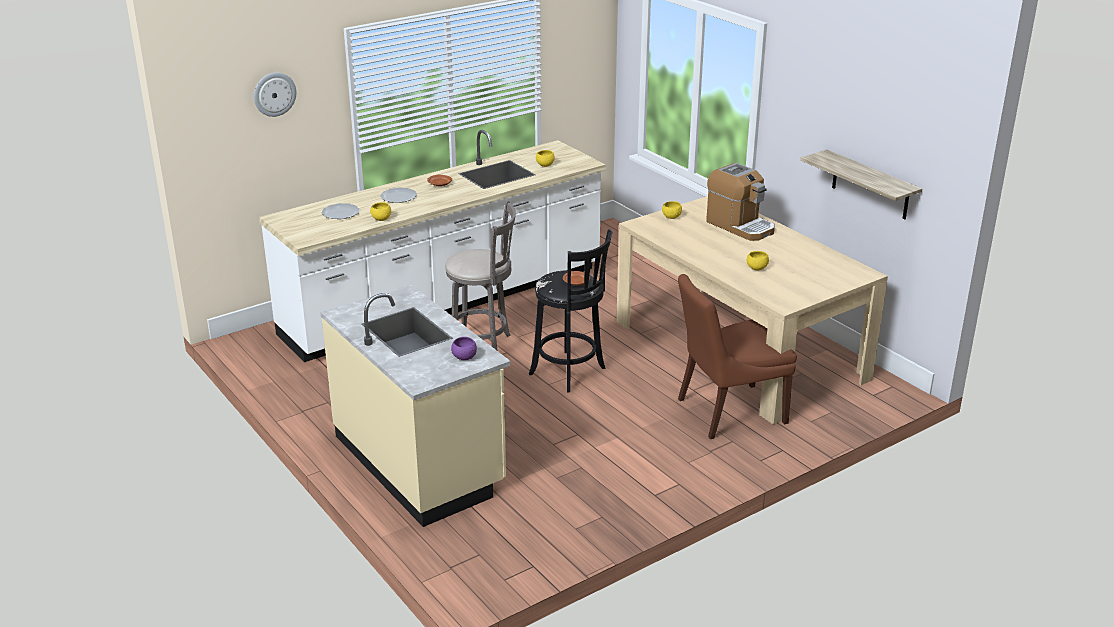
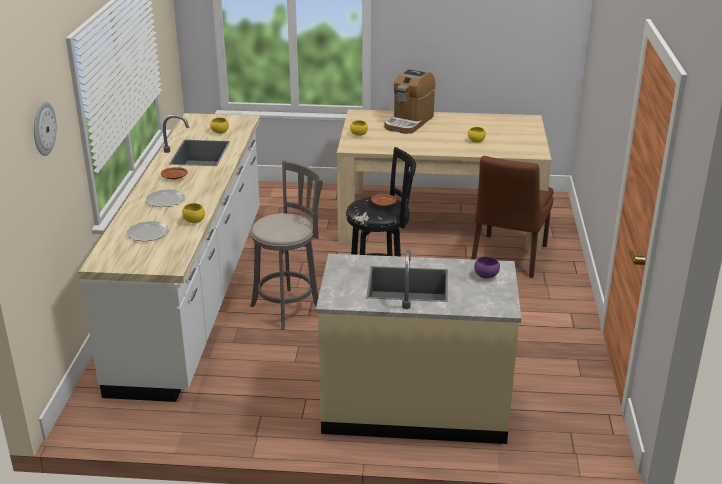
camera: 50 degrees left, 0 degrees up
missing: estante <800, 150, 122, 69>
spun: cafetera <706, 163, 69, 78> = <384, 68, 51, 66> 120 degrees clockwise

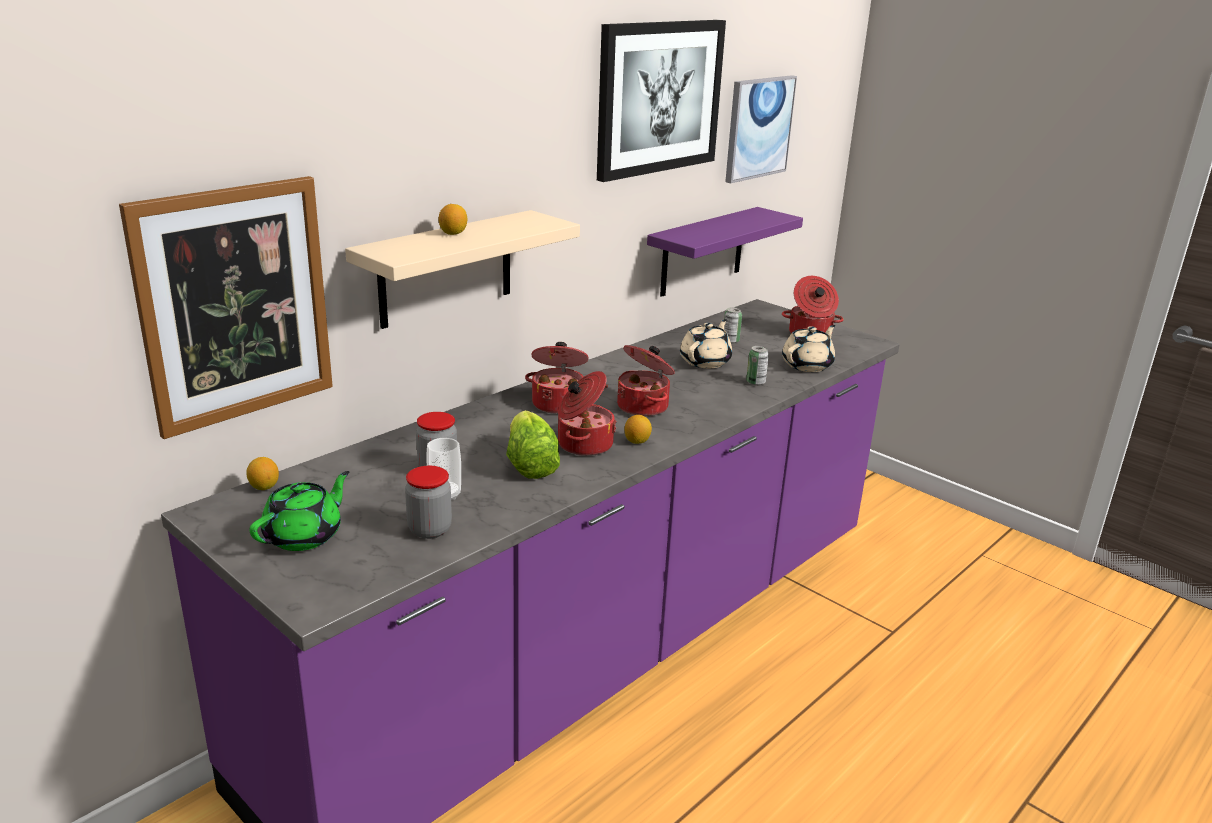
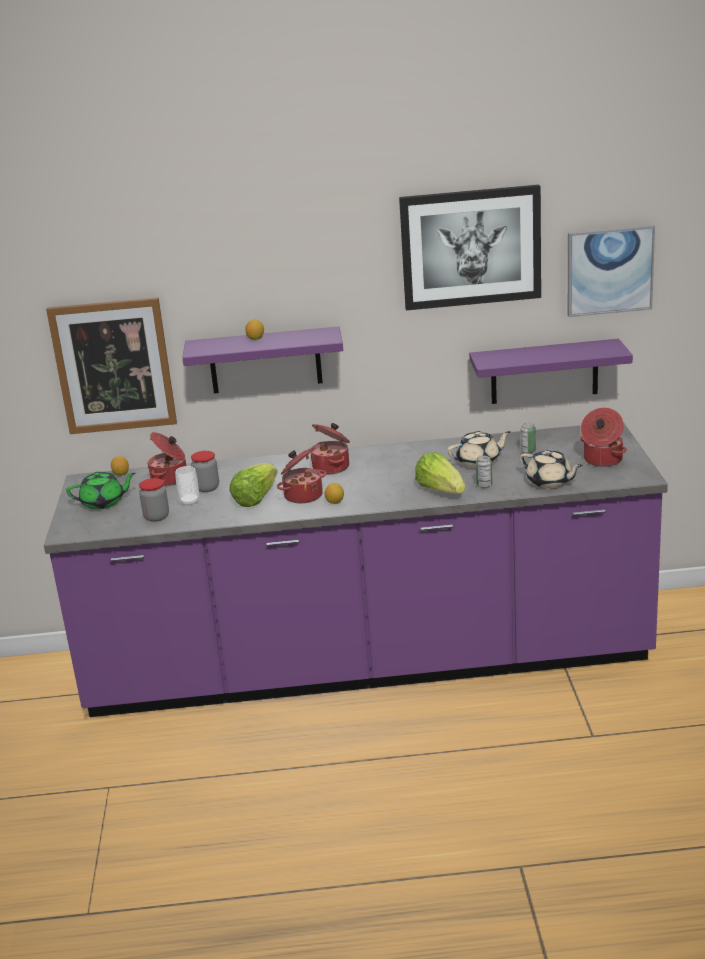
camera: 45 degrees right, 0 degrees up
appeared: lechuga <415, 452, 50, 42>
relocated: olla <617, 345, 58, 72> to <147, 432, 39, 54>
colour: estante/beis <345, 210, 235, 119> to estante/morado <182, 326, 161, 67>
spun: tetera/beis <782, 325, 53, 47> = <520, 449, 63, 40> 45 degrees clockwise

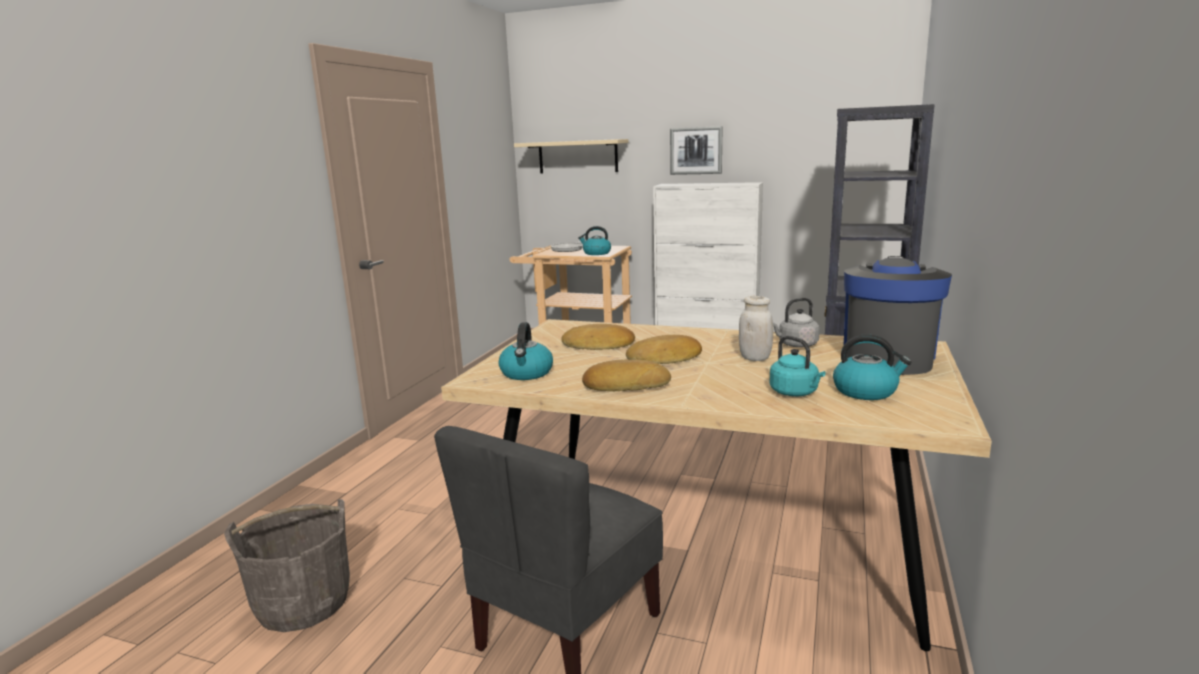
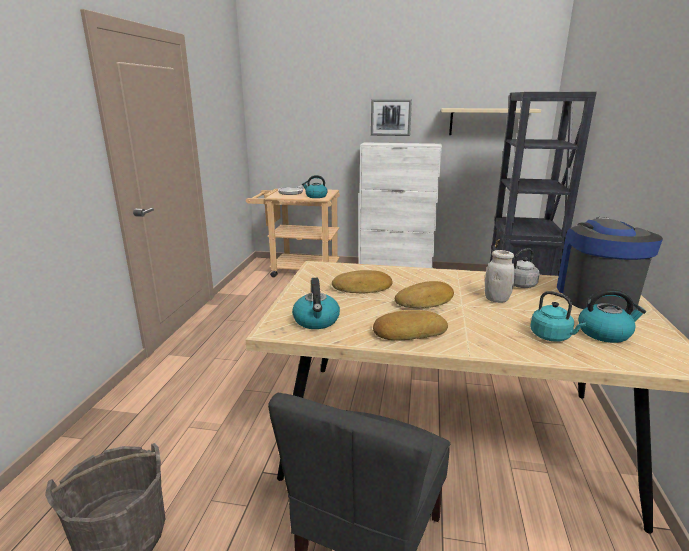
camera: 10 degrees left, 5 degrees up
relocated: estante/beis <514, 139, 115, 35> to <441, 108, 100, 27>

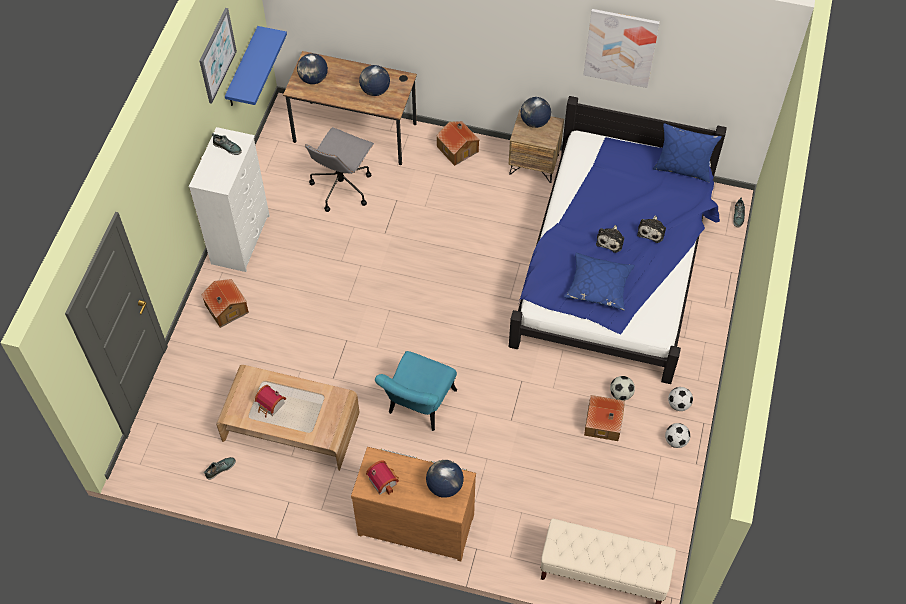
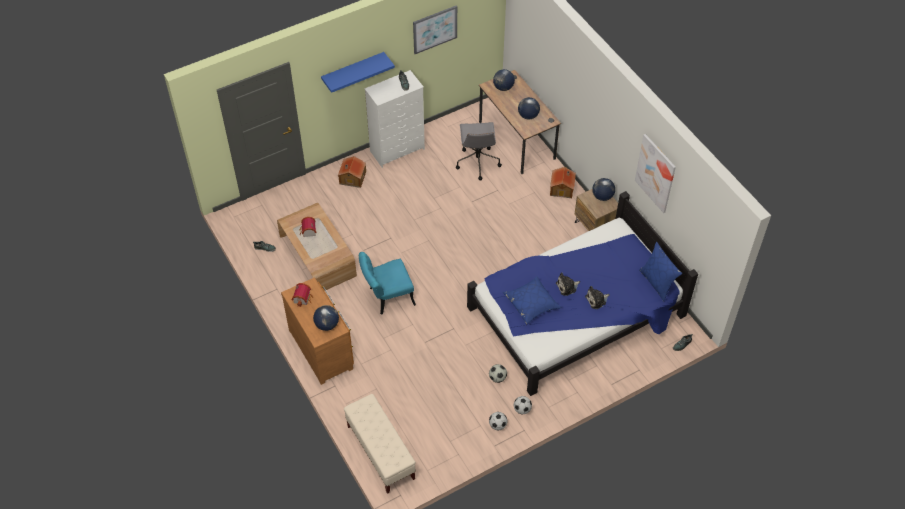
camera: 45 degrees right, 5 degrees down
missing: casita <584, 395, 41, 46>
relocated: estante/azul <225, 26, 62, 80> to <321, 52, 74, 41>
spun: silla de oficina/gris <305, 127, 69, 85> = <456, 122, 46, 58> 75 degrees counterclockwise

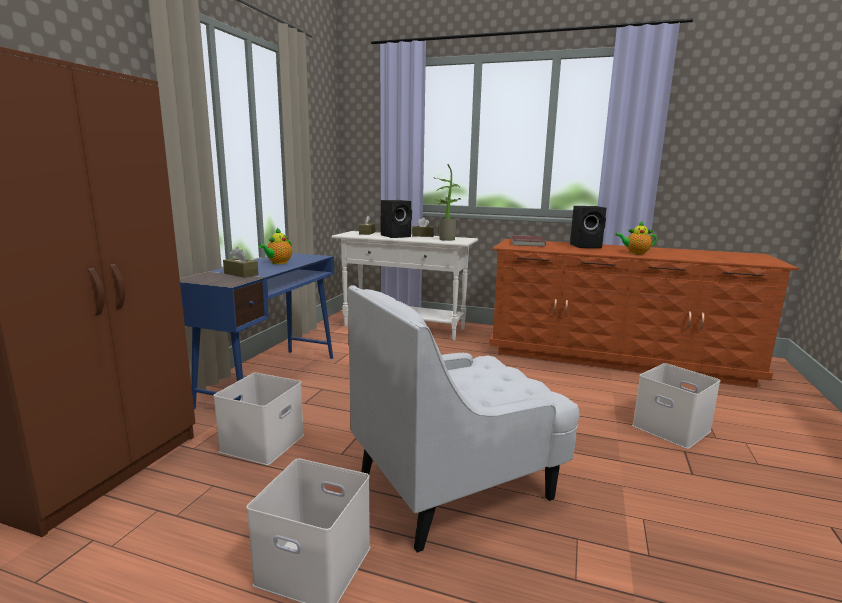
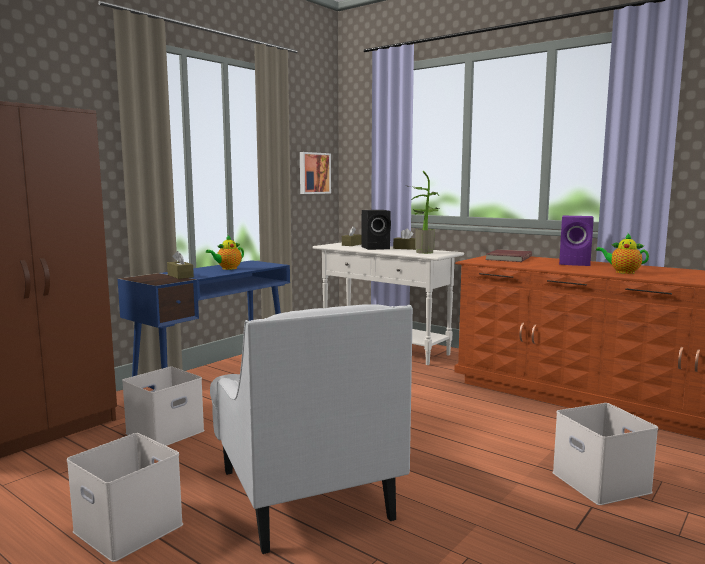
camera: 20 degrees right, 5 degrees down
appeared: cuadro <300, 152, 31, 42>
colour: altavoz/negro <570, 206, 36, 42> to altavoz/morado <559, 216, 35, 50>
spun: sillón/blanco <348, 285, 232, 268> = <210, 304, 203, 250> 105 degrees counterclockwise

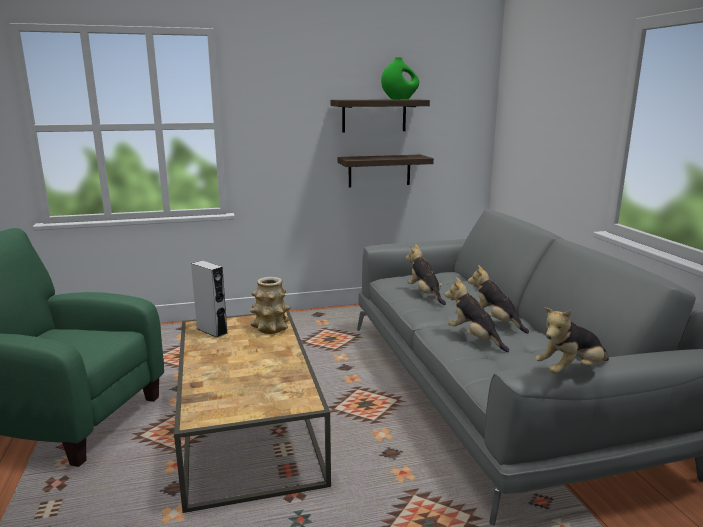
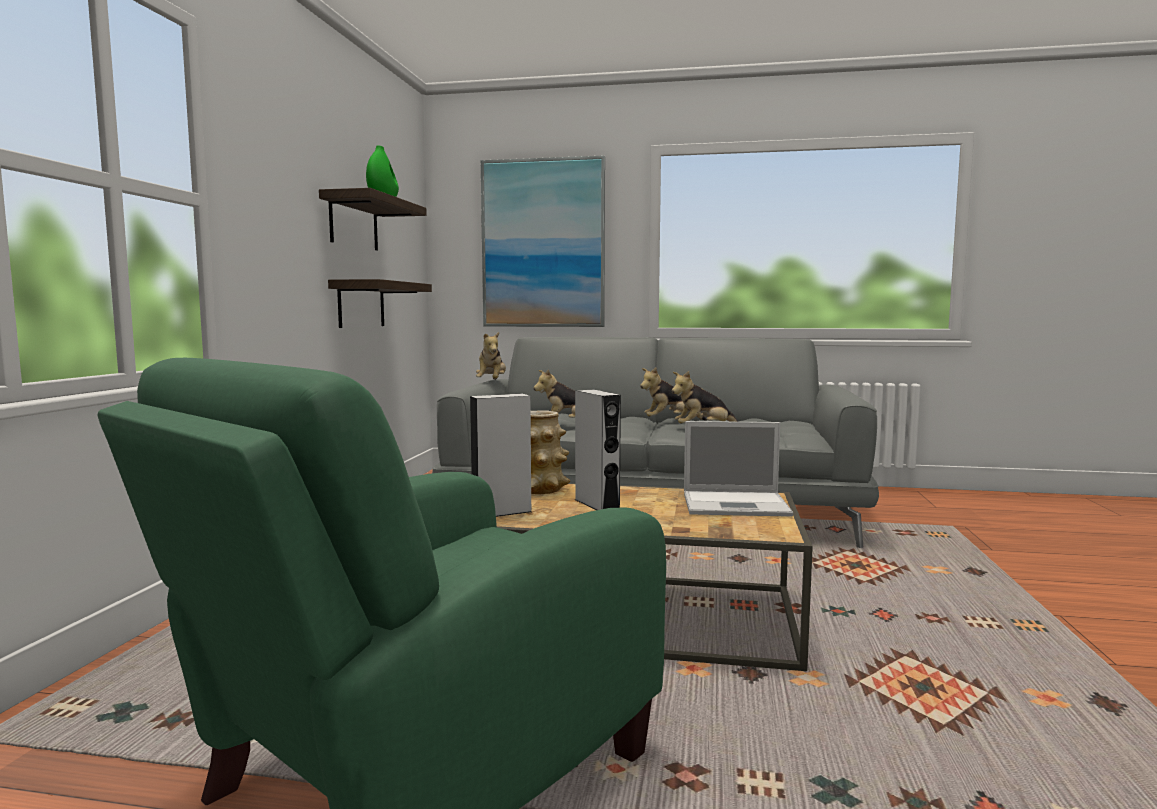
camera: 65 degrees left, 10 degrees down
appeared: cuadro <481, 155, 124, 172>; altavoz/gris <575, 390, 46, 120>; portátil <684, 421, 109, 96>
relocated: peluche <535, 308, 74, 66> to <476, 332, 30, 48>

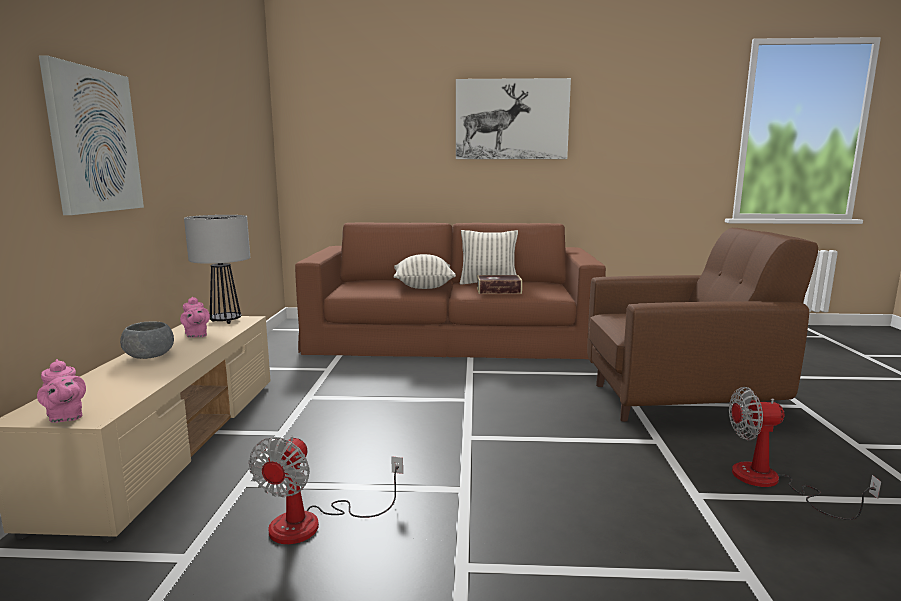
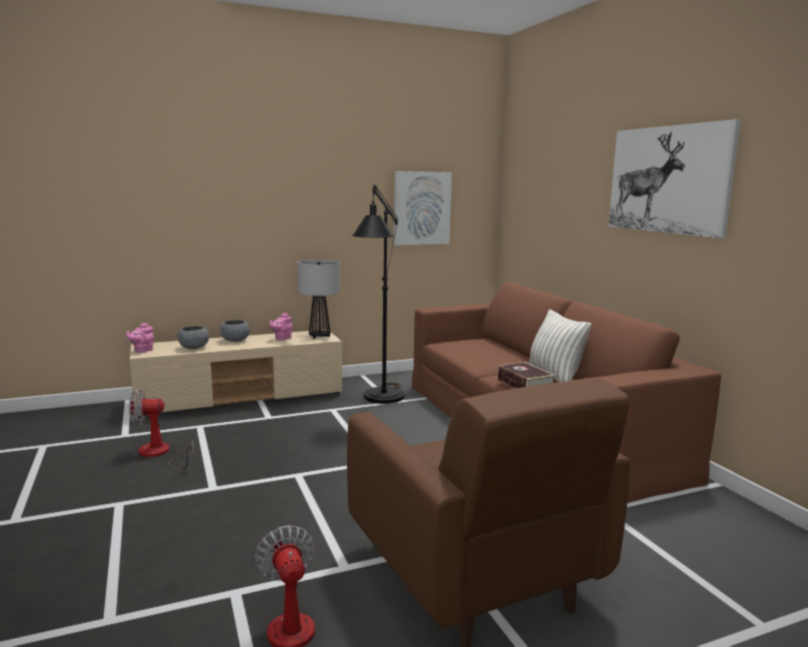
camera: 65 degrees right, 0 degrees up
missing: cojín <394, 254, 62, 35>
appeared: lámpara de pie/negro <352, 185, 52, 219>; cuenco/gris <178, 326, 31, 23>
relocated: cuadro <39, 55, 105, 160> to <394, 171, 58, 74>

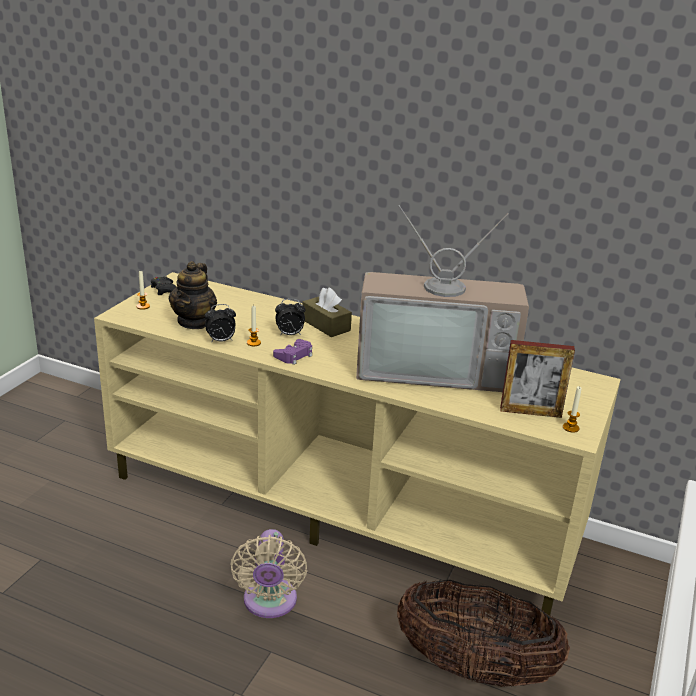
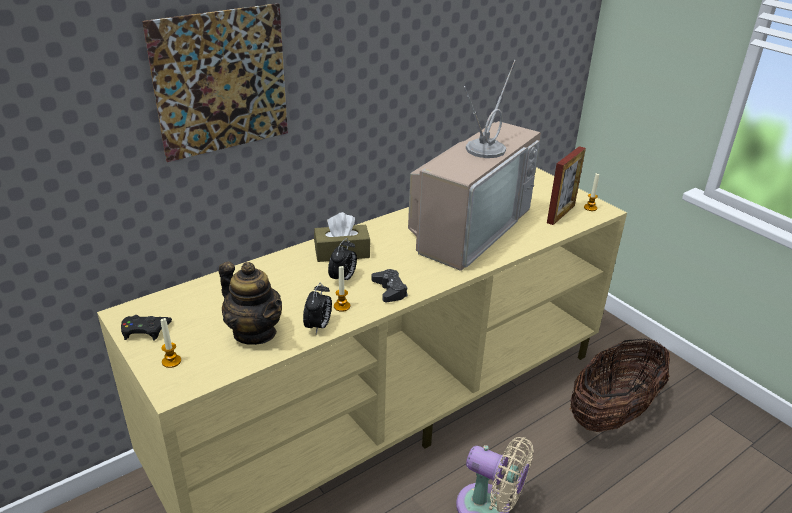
camera: 60 degrees left, 5 degrees up
appeared: cuadro <142, 3, 146, 159>
colour: mando de consola/morado <273, 339, 39, 26> to mando de consola/negro <371, 269, 37, 33>

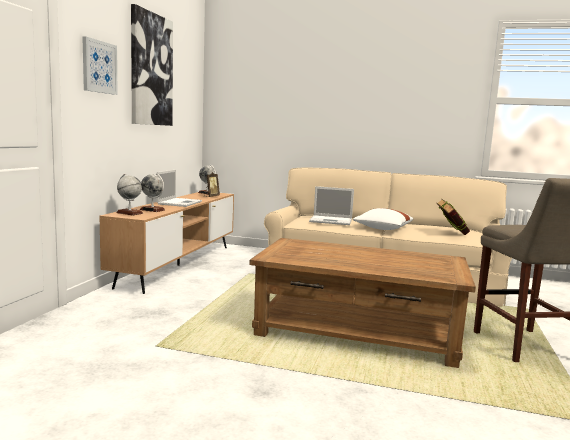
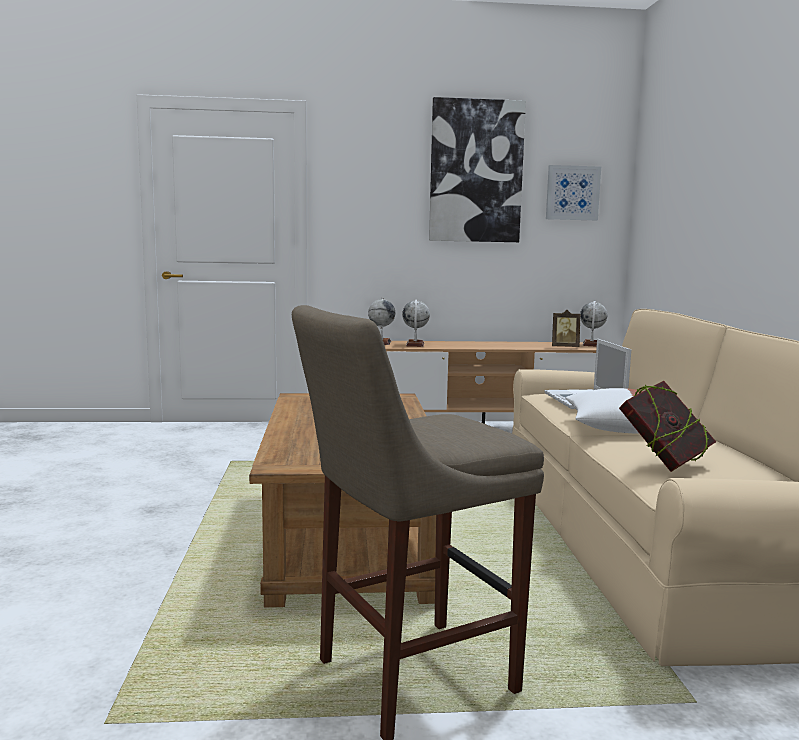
camera: 70 degrees right, 0 degrees up
missing: portátil <156, 170, 46, 37>
relocated: cuadro <82, 36, 36, 59> to <546, 165, 55, 55>

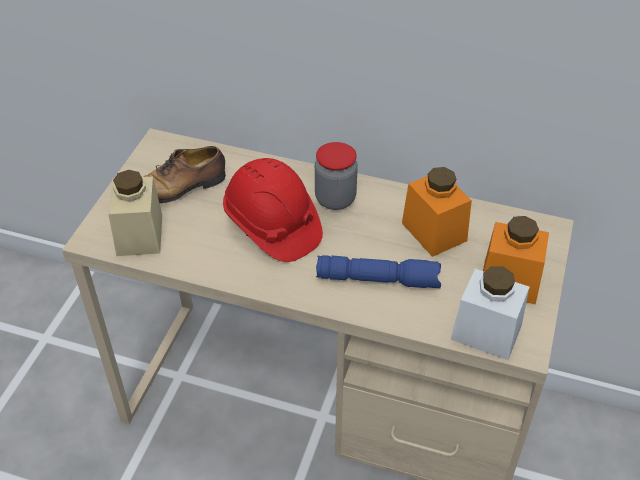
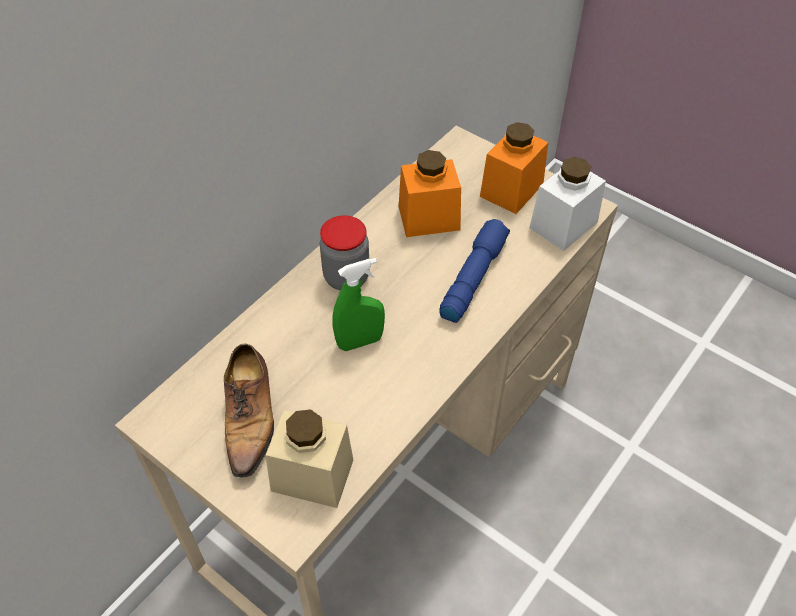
camera: 70 degrees left, 5 degrees up
exchanged: casco/rojo <223, 158, 100, 104> to pulverizador/verde <333, 258, 52, 93>

